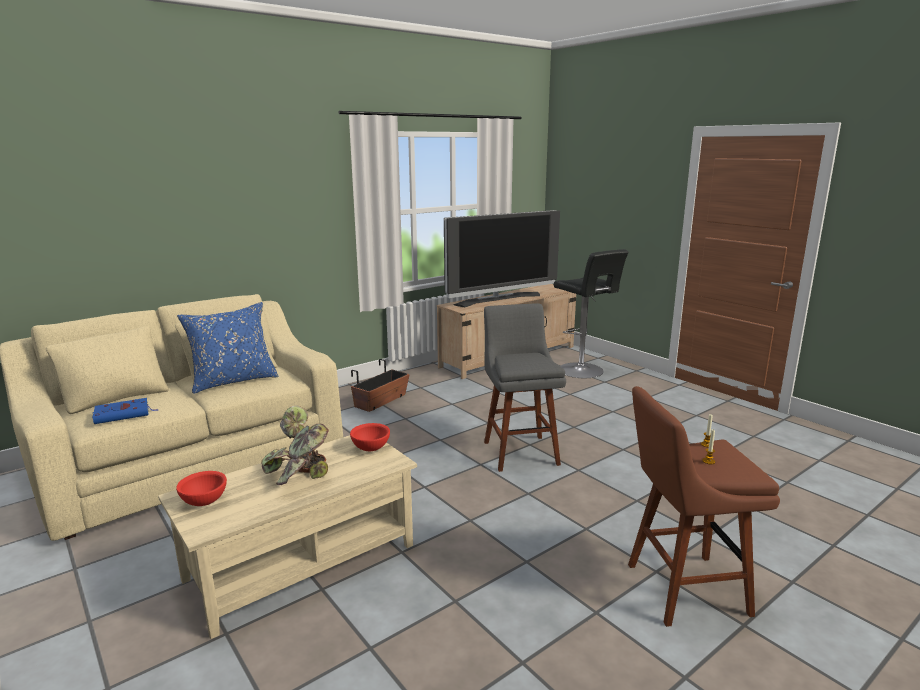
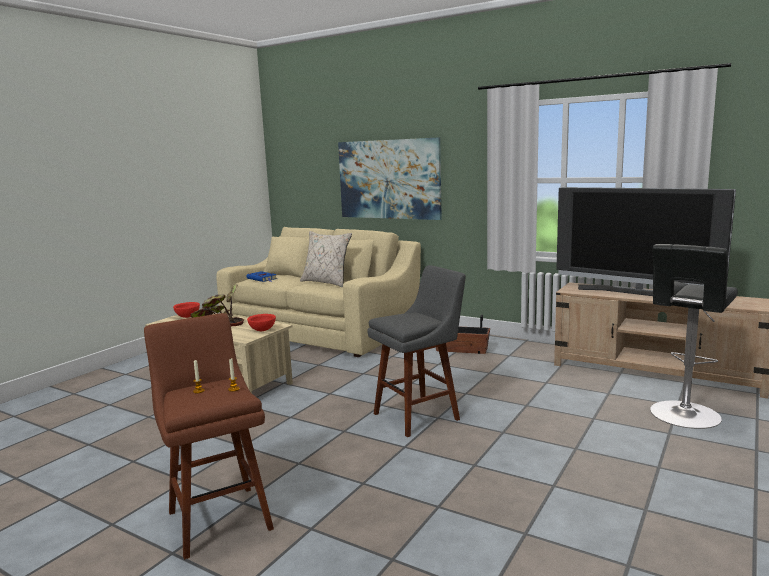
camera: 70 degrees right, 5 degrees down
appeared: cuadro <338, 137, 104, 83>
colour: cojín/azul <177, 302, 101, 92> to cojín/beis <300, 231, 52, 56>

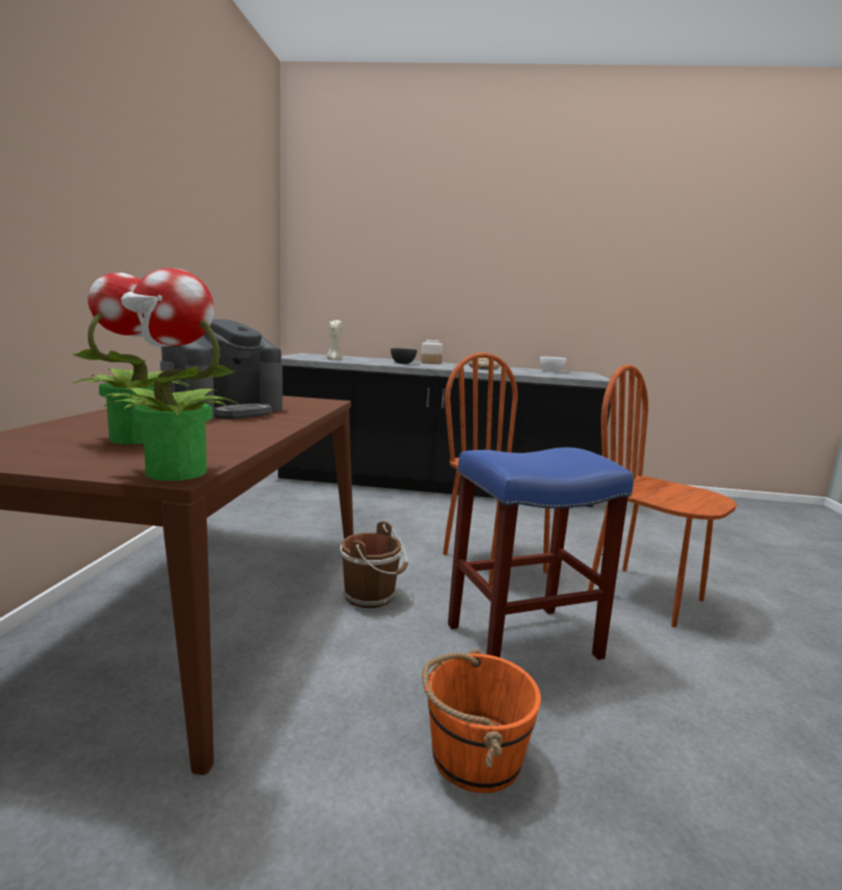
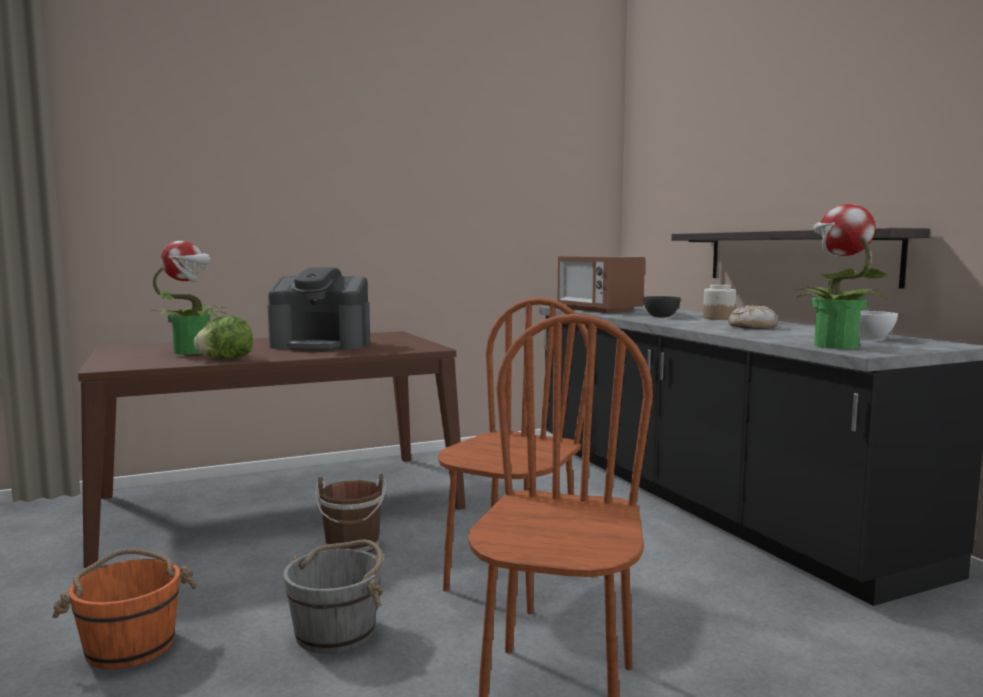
camera: 60 degrees right, 5 degrees down
appeared: estante <671, 228, 259, 61>; lechuga <194, 315, 59, 44>
relocated: planta en maceta <103, 268, 135, 213> to <795, 204, 95, 145>
exchanged: vela/beis <326, 320, 16, 40> to microondas <557, 256, 88, 57>; taburete/azul <448, 447, 185, 213> to cubo/gris <283, 539, 101, 115>

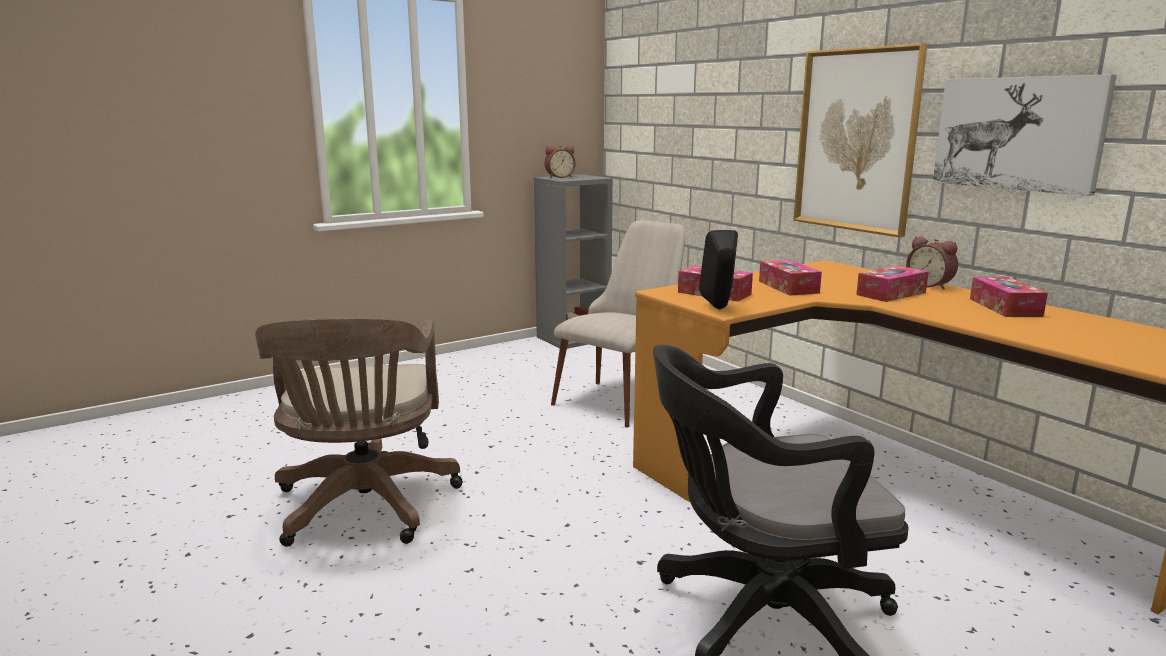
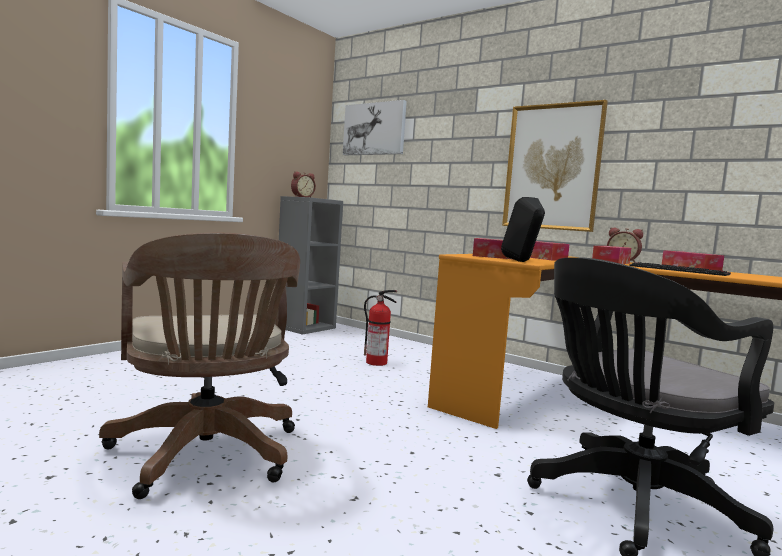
camera: 20 degrees left, 10 degrees down
appeared: teclado <629, 262, 102, 14>
relocated: cuadro <933, 74, 184, 122> to <343, 100, 64, 55>
exchanged: silla/beis <551, 220, 134, 208> to extintor <364, 290, 33, 76>

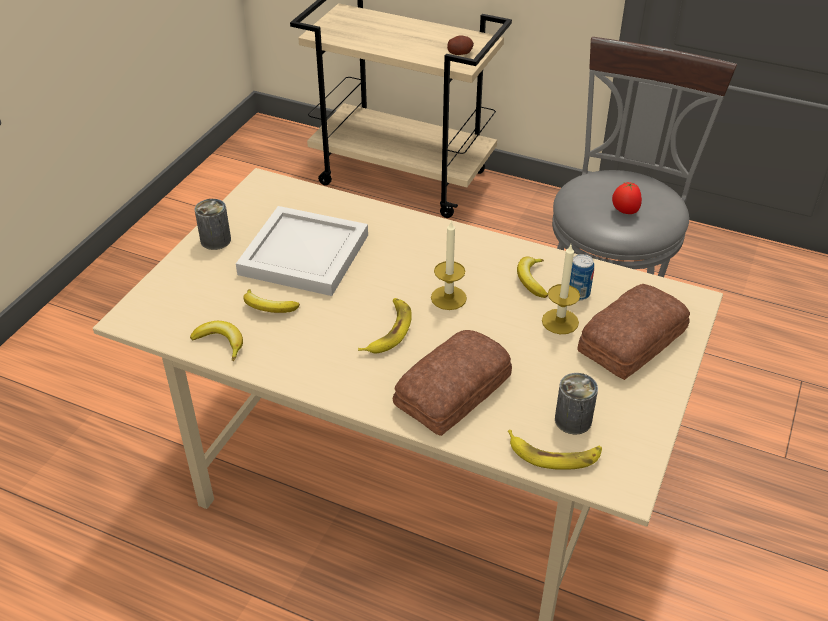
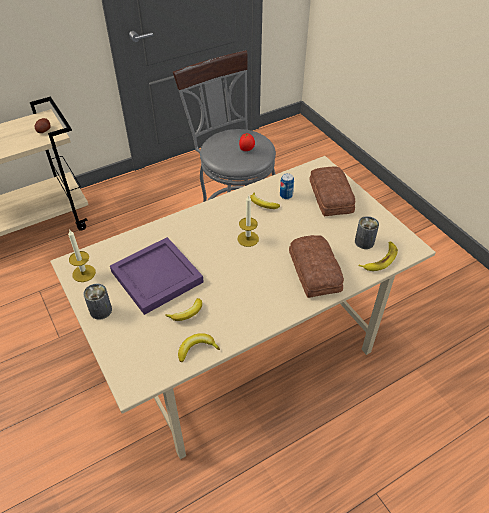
camera: 55 degrees left, 5 degrees up
missing: plátano <358, 298, 54, 55>
relocated: vela <542, 245, 38, 89> to <68, 229, 28, 53>
colour: bandeja/blanco <236, 206, 132, 90> to bandeja/morado <110, 237, 94, 78>

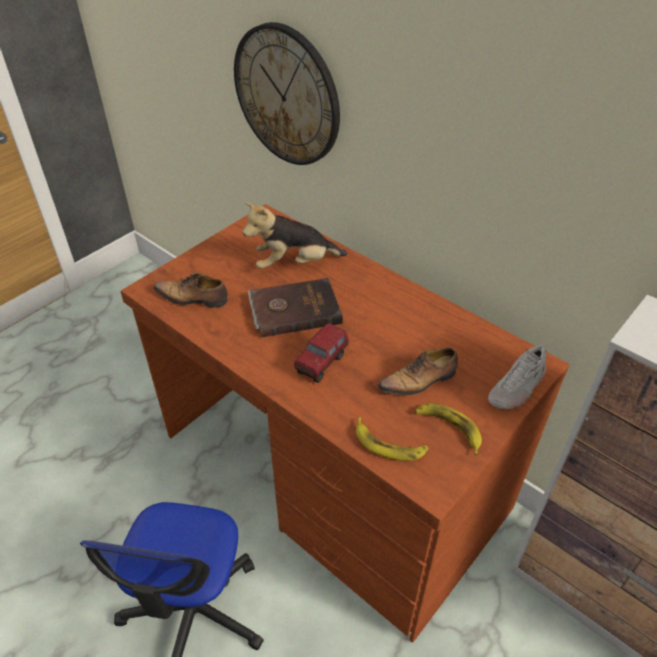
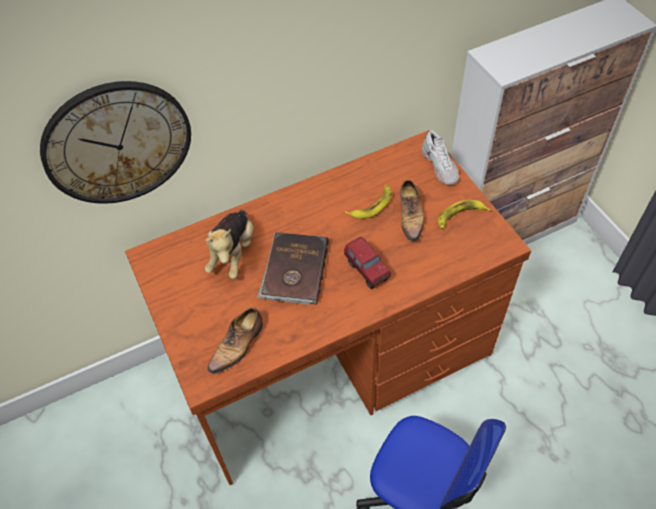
camera: 65 degrees left, 10 degrees up
relocated: plátano <356, 417, 73, 44> to <345, 185, 47, 34>

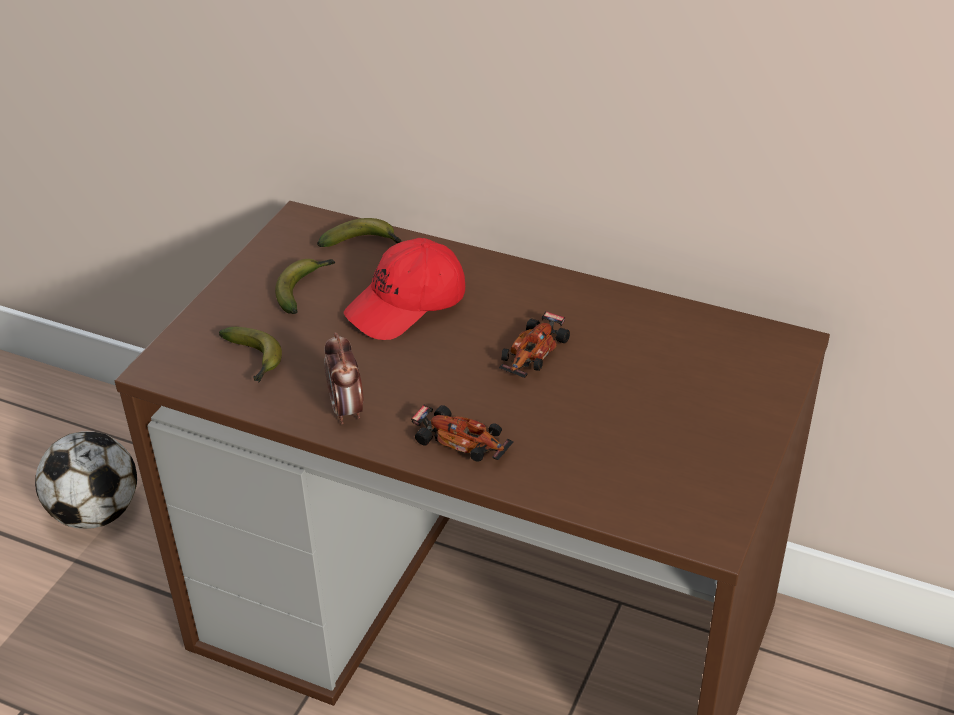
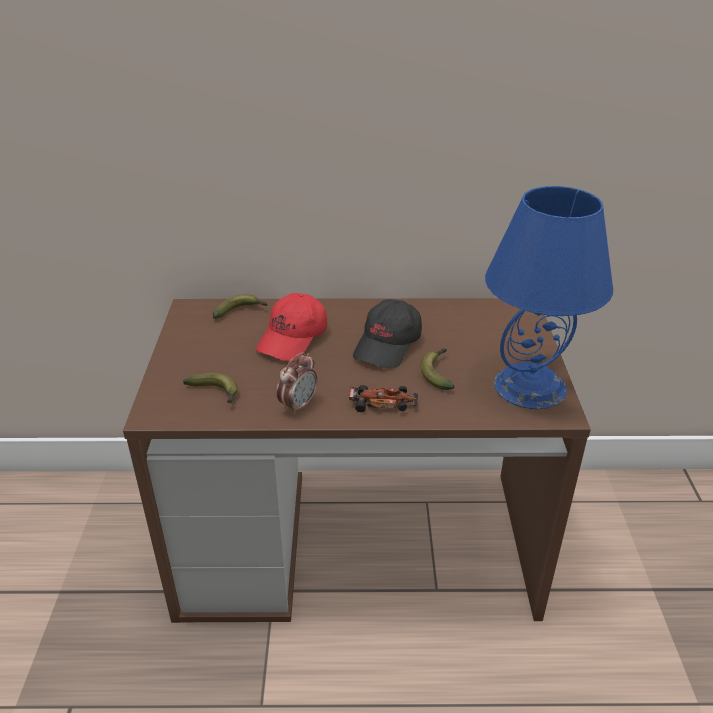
camera: 25 degrees left, 5 degrees down
missing: balón de fútbol <35, 431, 102, 98>
appeared: lámpara de mesa/azul <485, 186, 128, 223>
relocated: plátano <275, 259, 60, 55> to <420, 349, 34, 41>
exchanged: coche de juguete <499, 311, 71, 67> to gorra/negro <353, 299, 69, 70>
spun: despertador <324, 332, 40, 92> = <276, 352, 41, 63> 105 degrees counterclockwise

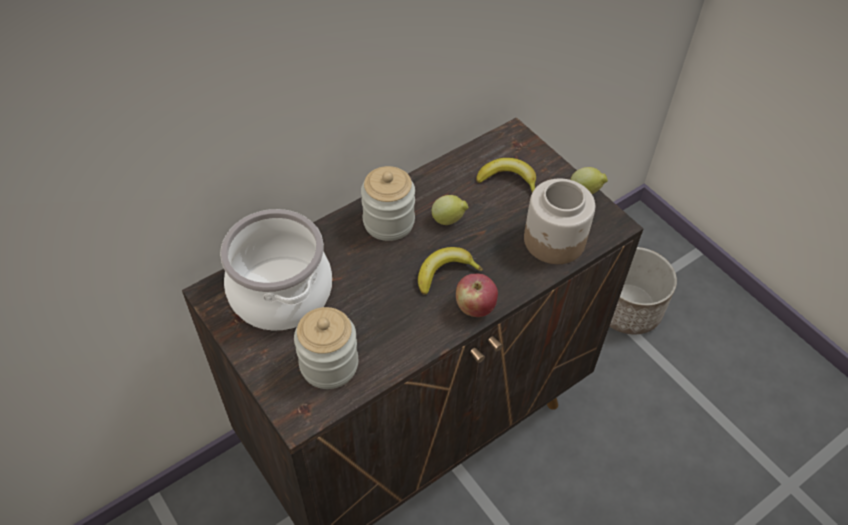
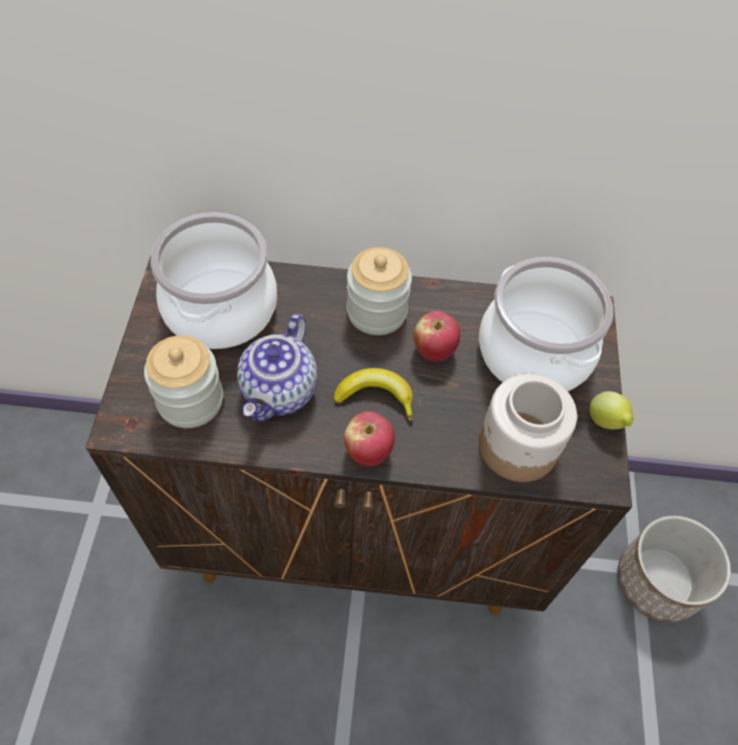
camera: 40 degrees right, 5 degrees up
appeared: tetera <237, 314, 80, 107>
exchanged: plátano <476, 158, 60, 34> to olla <479, 257, 134, 134>; limón <432, 195, 37, 30> to manzana <413, 311, 47, 51>

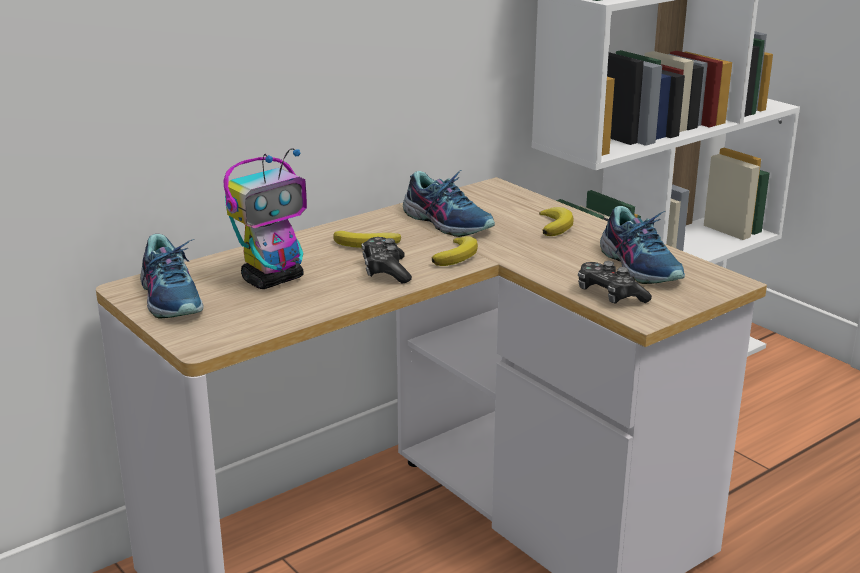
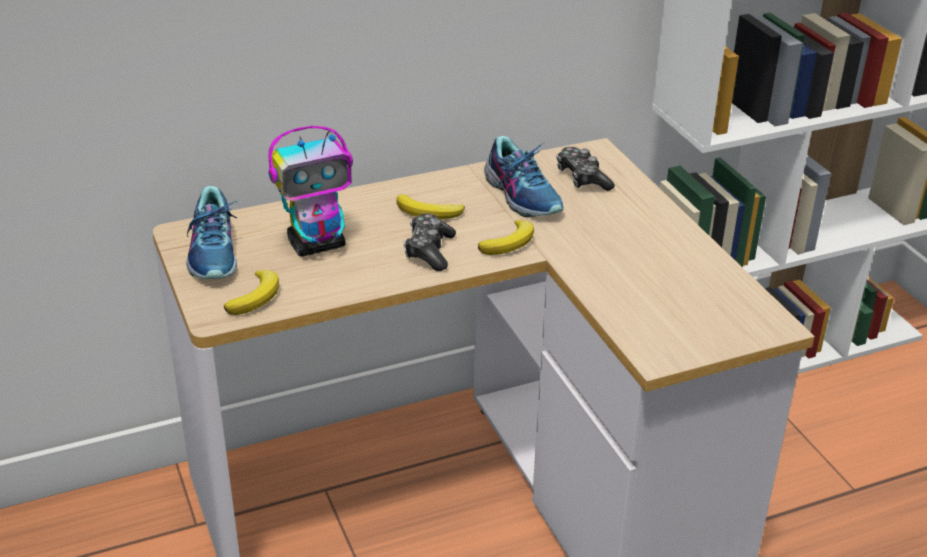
camera: 15 degrees right, 10 degrees up
missing: zapato <600, 206, 85, 78>
relocated: plátano <539, 207, 35, 29> to <224, 270, 55, 45>; mando de consola <578, 261, 74, 43> to <557, 147, 58, 44>

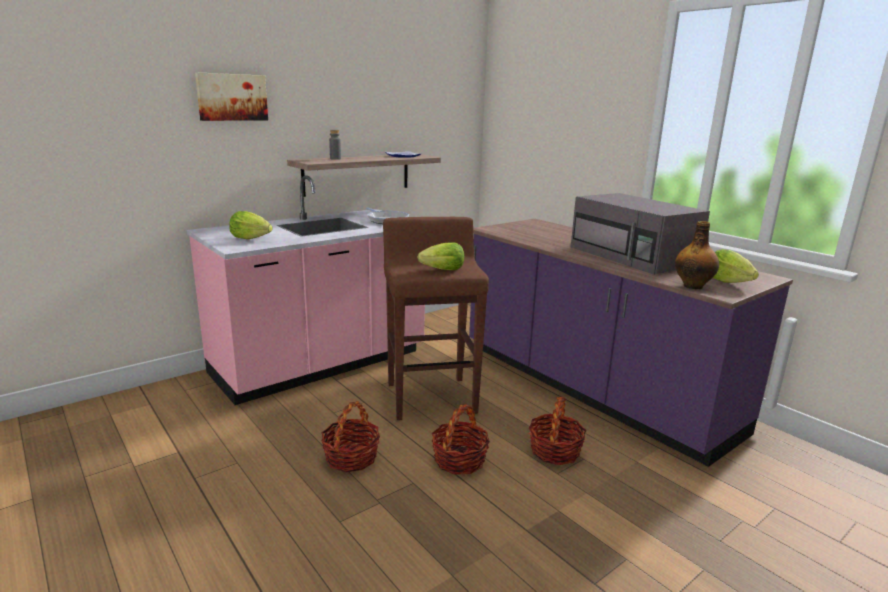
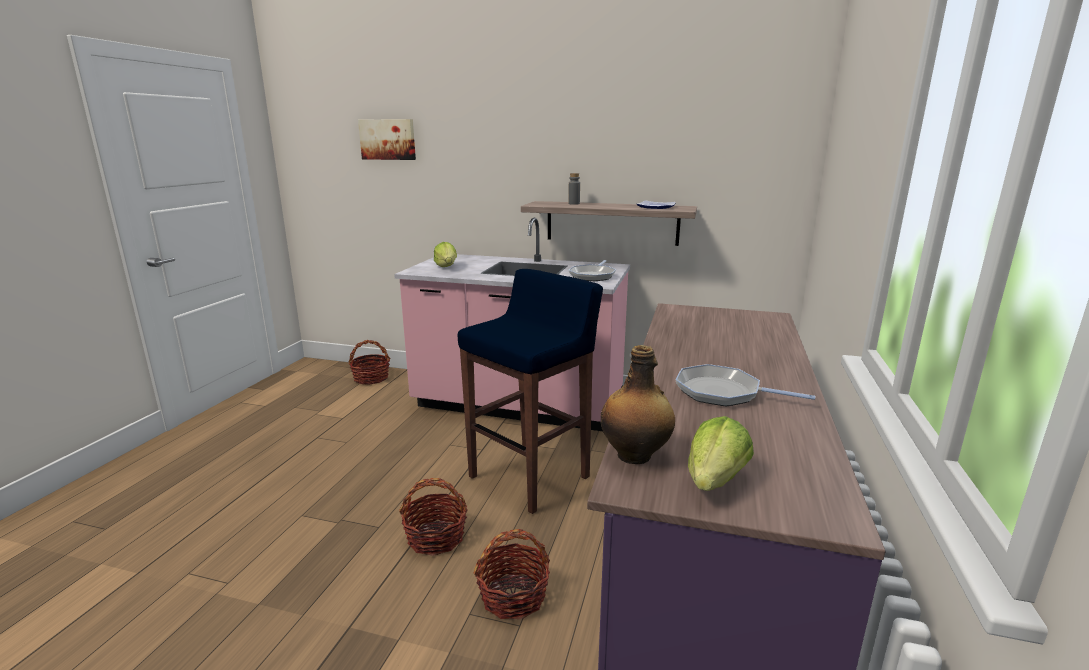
camera: 55 degrees right, 0 degrees up
missing: lechuga <417, 242, 47, 28>
relocated: cuadro <195, 72, 73, 49> to <358, 119, 58, 41>; cesta <321, 401, 59, 71> to <349, 340, 42, 45>
exchanged: microondas/gris <571, 193, 139, 82> to sartén <676, 364, 139, 42>
colour: taburete/marrón <383, 217, 106, 203> to taburete/azul <458, 269, 145, 245>

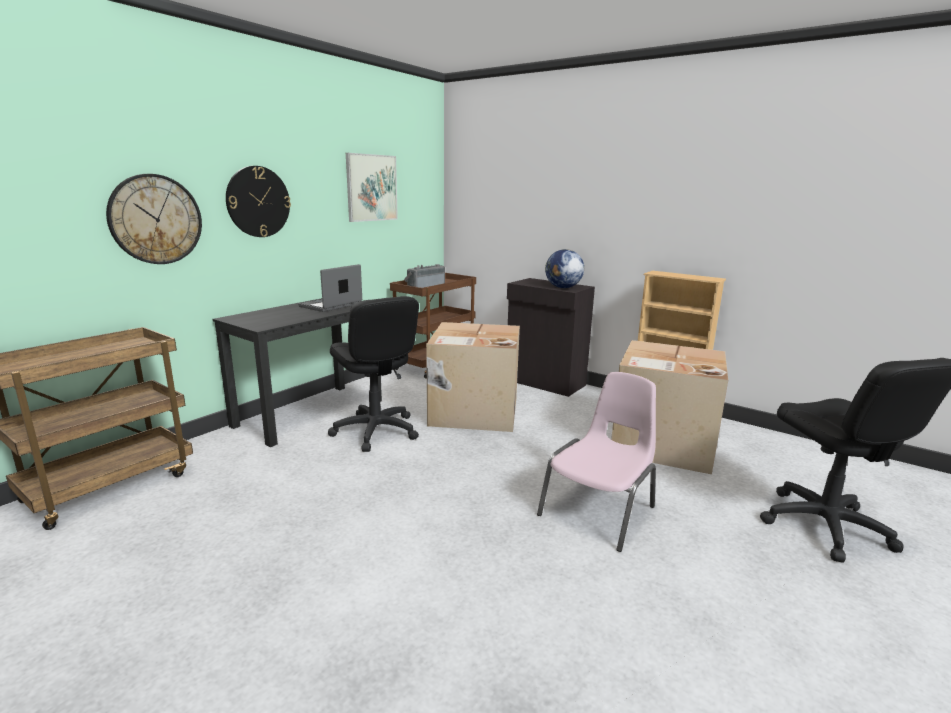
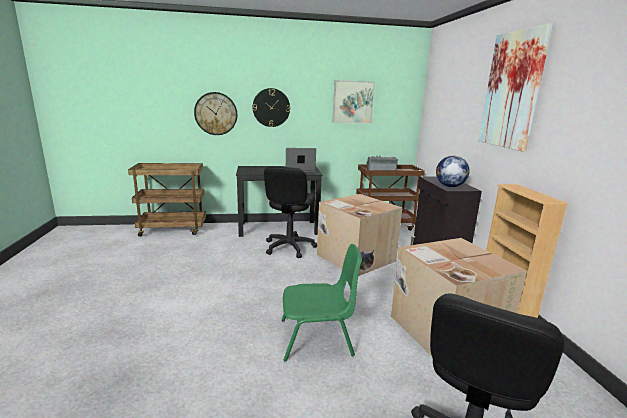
camera: 45 degrees right, 0 degrees up
appeared: cuadro <479, 24, 74, 128>
colour: silla/rosa <537, 372, 119, 180> to silla/verde <282, 244, 80, 118>

